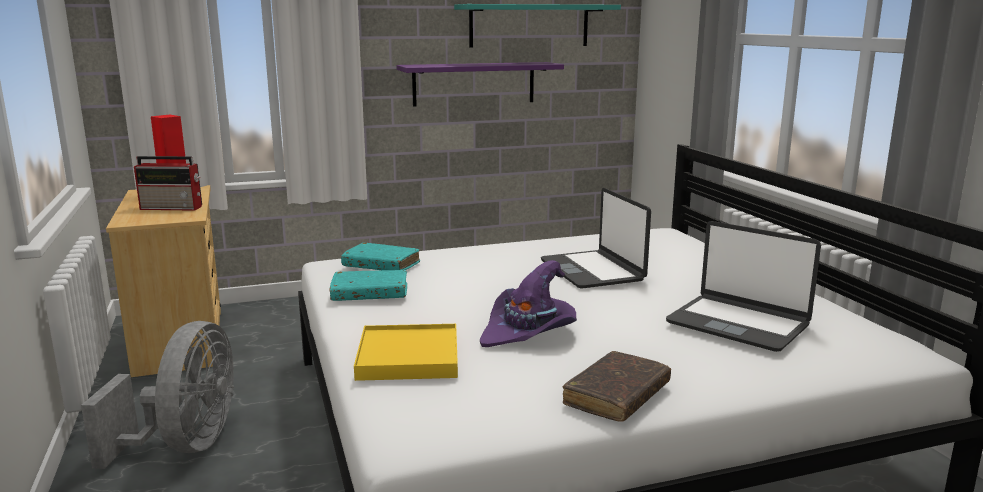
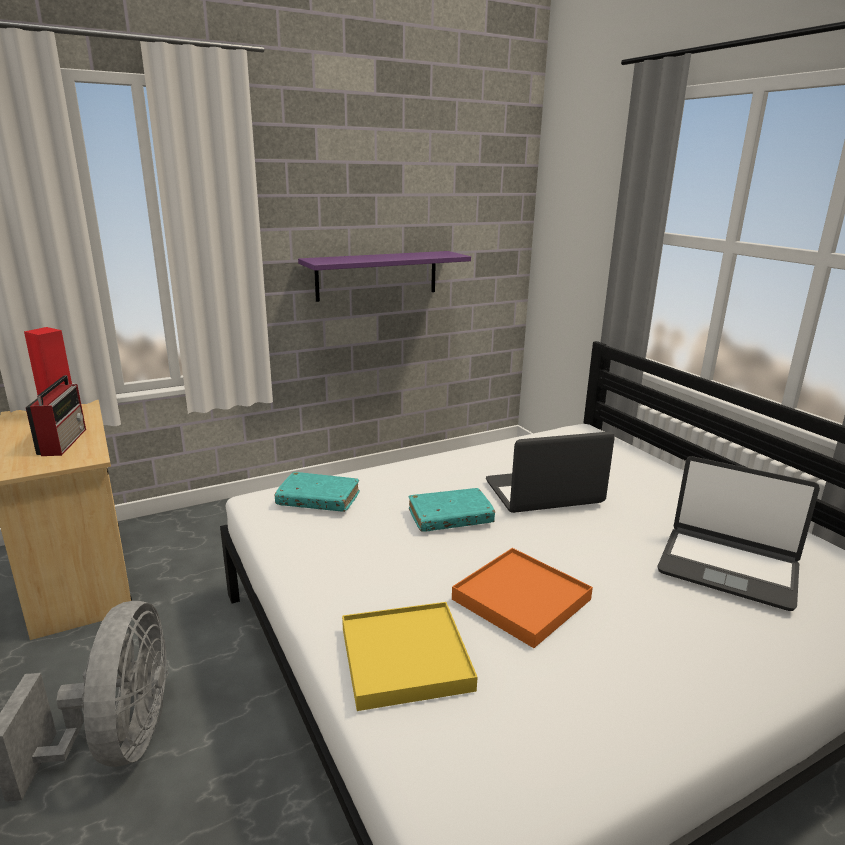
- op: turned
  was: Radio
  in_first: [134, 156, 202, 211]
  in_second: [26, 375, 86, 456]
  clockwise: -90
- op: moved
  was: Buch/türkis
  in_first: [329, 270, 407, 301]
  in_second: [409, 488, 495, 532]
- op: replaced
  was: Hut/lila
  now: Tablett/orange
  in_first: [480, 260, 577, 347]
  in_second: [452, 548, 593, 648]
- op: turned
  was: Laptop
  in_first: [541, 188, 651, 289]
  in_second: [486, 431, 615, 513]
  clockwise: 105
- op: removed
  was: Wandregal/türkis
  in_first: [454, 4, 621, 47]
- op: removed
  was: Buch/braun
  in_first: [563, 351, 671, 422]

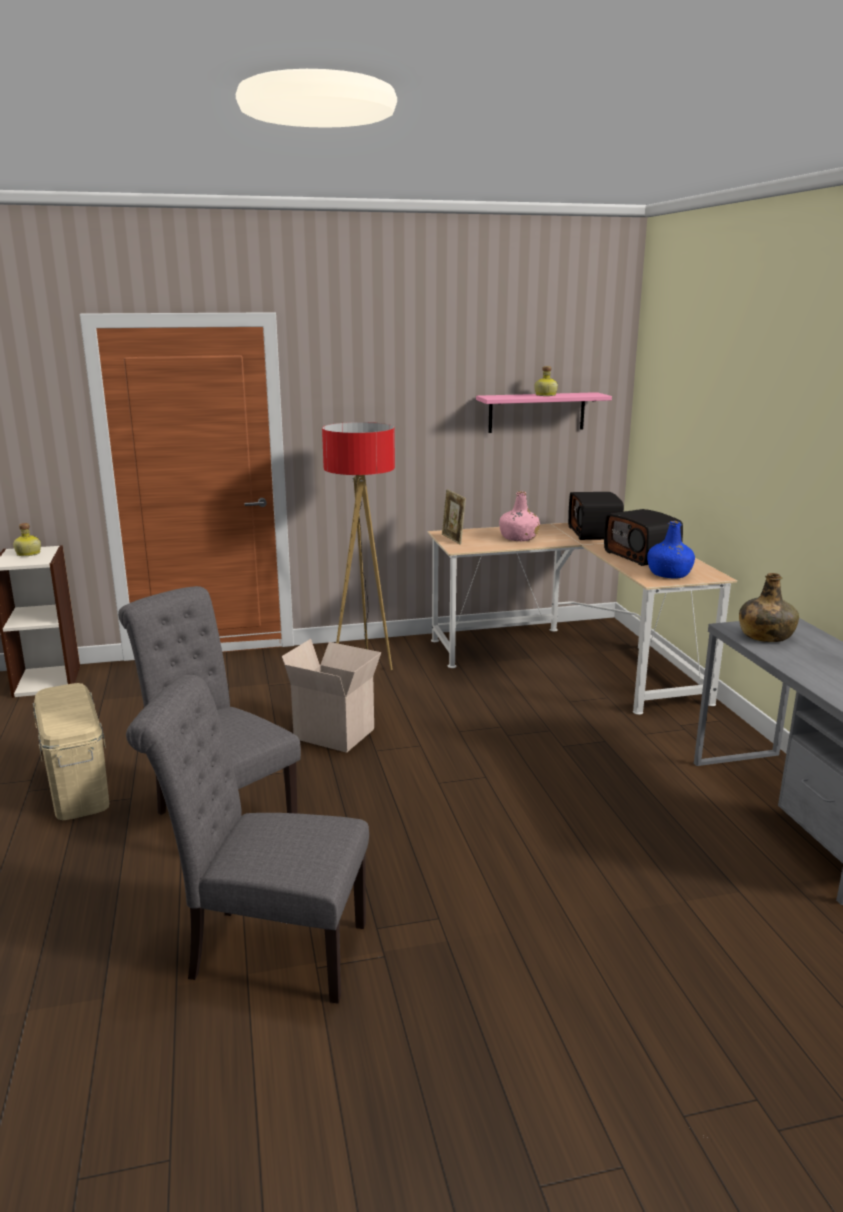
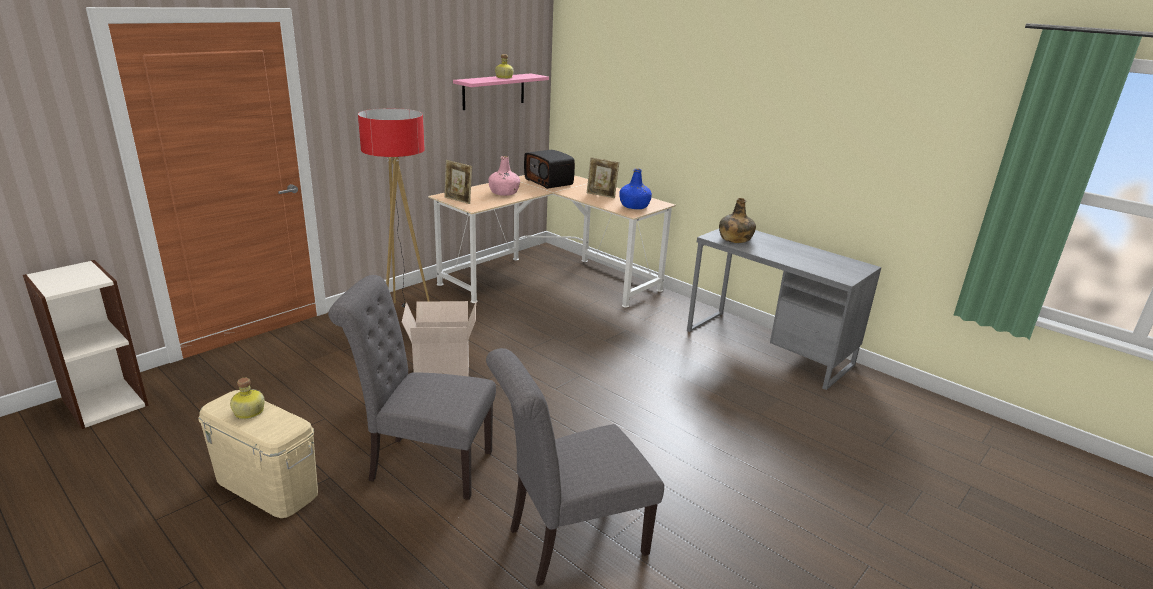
- op: moved
  was: Flasche
  in_first: [13, 523, 41, 556]
  in_second: [230, 378, 265, 419]
- op: replaced
  was: Radio
  now: Bilderrahmen
  in_first: [604, 509, 683, 566]
  in_second: [587, 157, 619, 198]

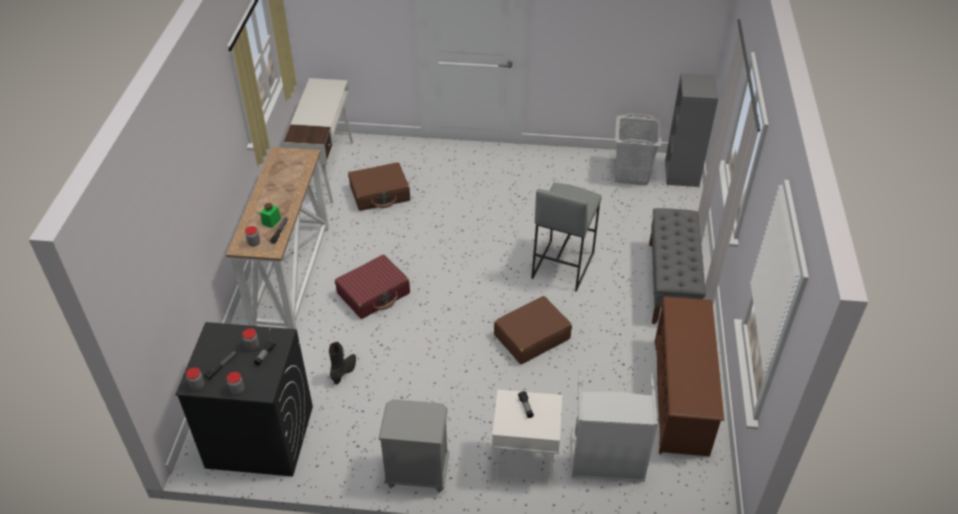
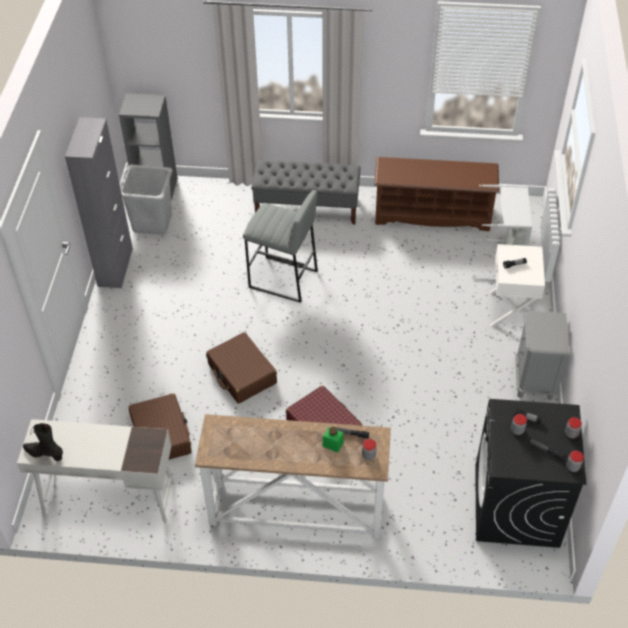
- op: moved
  was: Stiefel/schwarz
  in_first: [329, 342, 356, 384]
  in_second: [23, 423, 63, 461]
- op: added
  now: Schrank/grau
  in_second: [65, 117, 133, 288]
- op: moved
  was: Koffer/braun
  in_first: [494, 296, 572, 364]
  in_second: [206, 332, 277, 404]

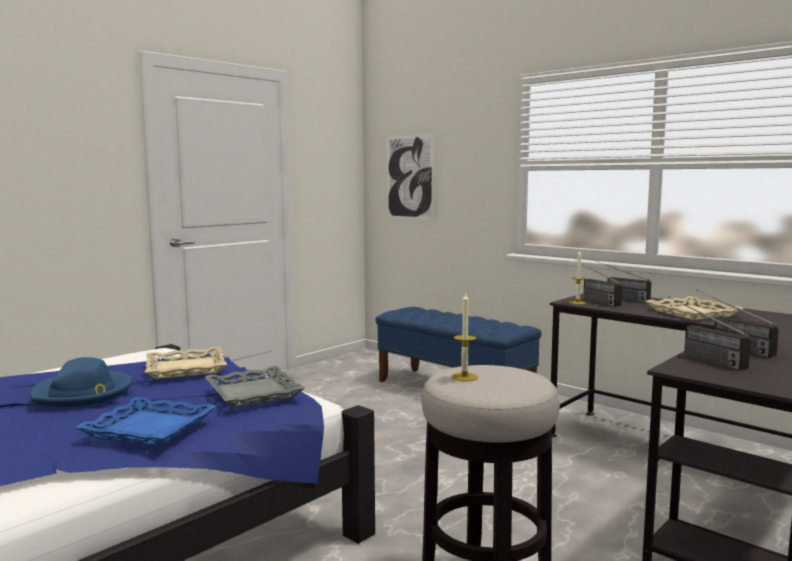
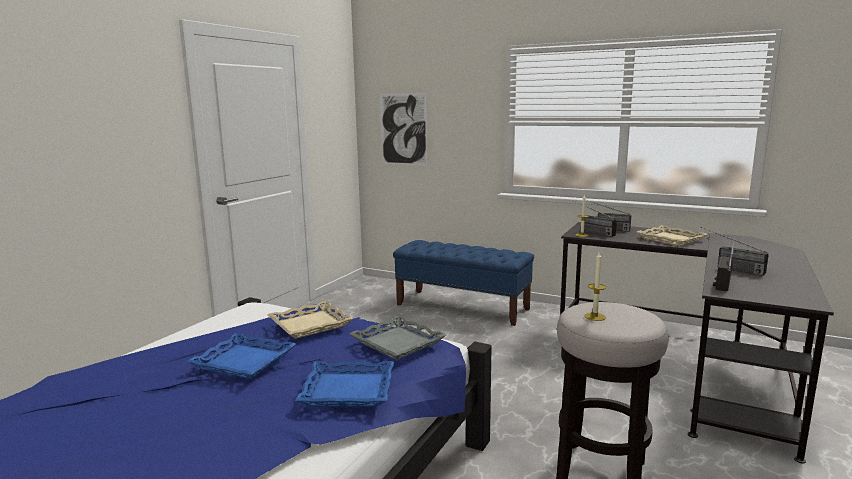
- op: replaced
  was: Hut/blau
  now: Tablett/blau
  in_first: [30, 357, 132, 407]
  in_second: [186, 333, 296, 379]
- op: turned
  was: Radio
  in_first: [668, 297, 751, 370]
  in_second: [713, 235, 735, 291]
  clockwise: 75

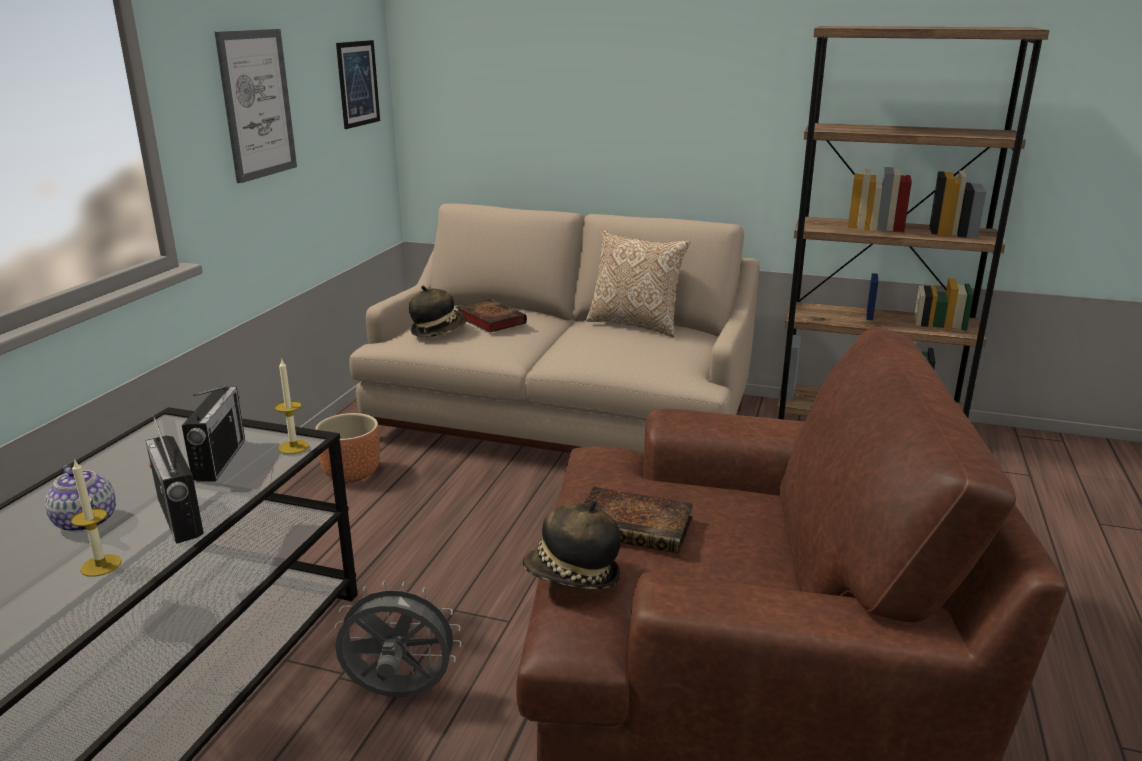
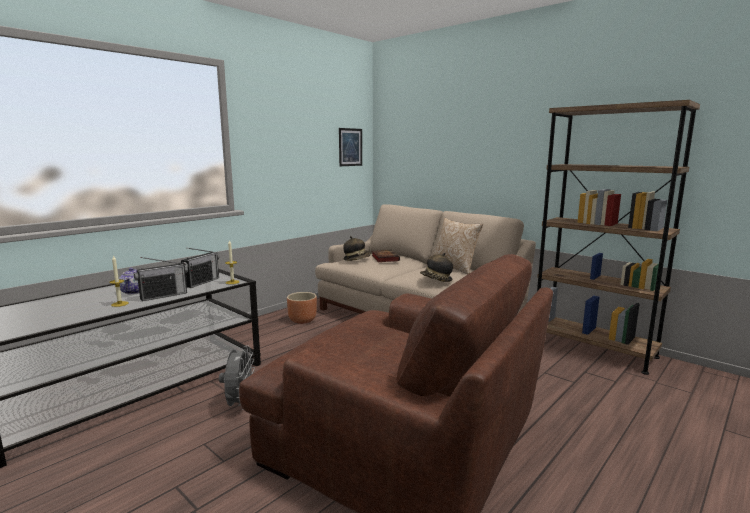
- op: turned
  was: Radio
  in_first: [146, 415, 204, 544]
  in_second: [134, 257, 188, 301]
  clockwise: -120
- op: turned
  was: Ventilator/grau
  in_first: [334, 581, 462, 697]
  in_second: [219, 345, 255, 410]
  clockwise: 60
- op: moved
  was: Hut
  in_first: [523, 500, 621, 589]
  in_second: [420, 252, 453, 282]
- op: removed
  was: Bild
  in_first: [215, 29, 297, 184]
- op: removed
  was: Buch
  in_first: [584, 487, 693, 554]

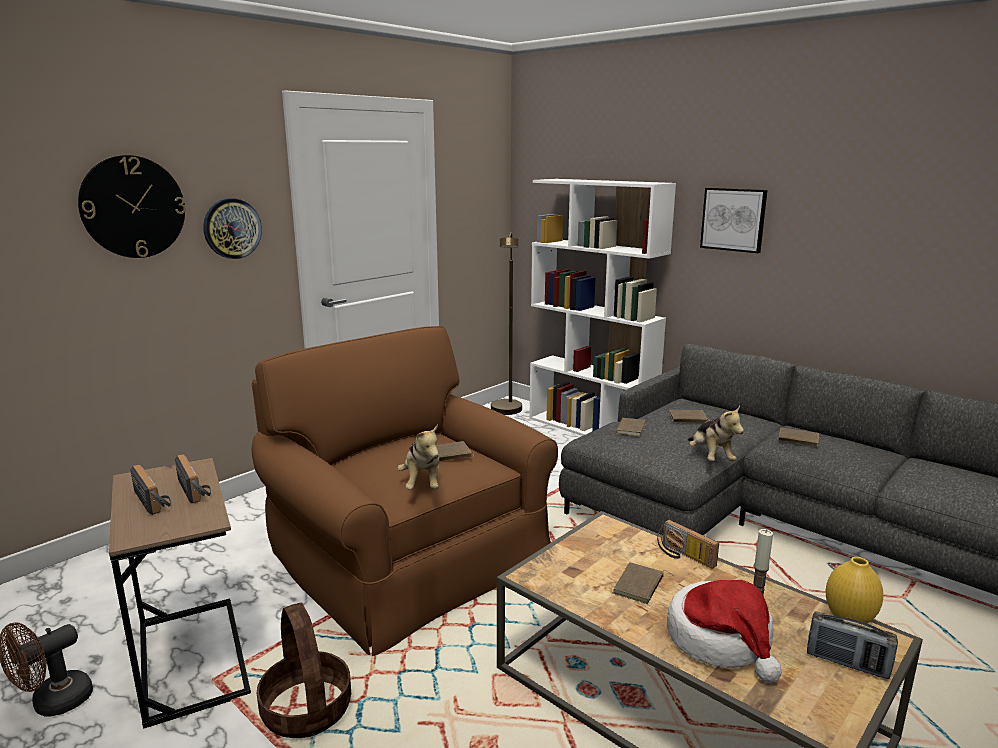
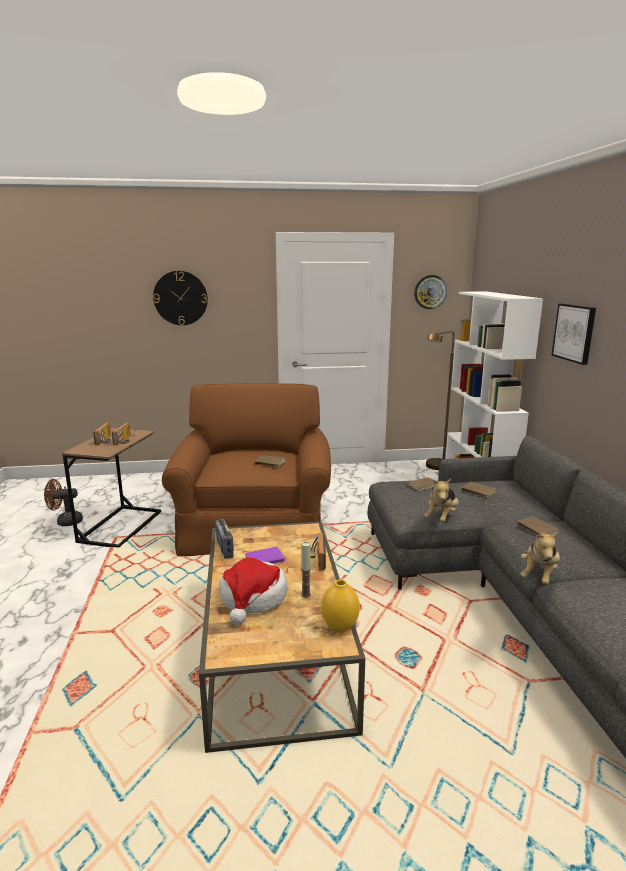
- op: moved
  was: Radio
  in_first: [807, 611, 898, 679]
  in_second: [215, 519, 234, 559]
- op: recoloured
  was: Buch/braun
  now: Buch/lila
  in_first: [612, 562, 675, 604]
  in_second: [245, 547, 287, 564]
- op: moved
  was: Wanduhr
  in_first: [203, 198, 262, 259]
  in_second: [414, 275, 447, 309]
- op: moved
  was: Plüschtier
  in_first: [397, 424, 439, 489]
  in_second: [521, 532, 560, 585]
- op: removed
  was: Korb
  in_first: [257, 602, 351, 738]

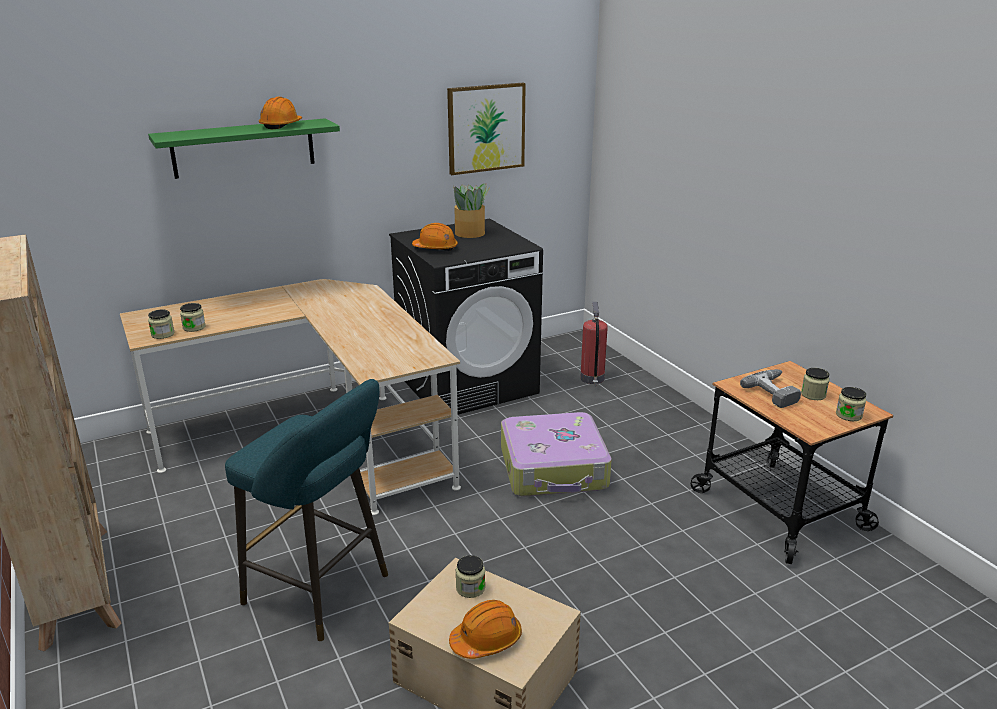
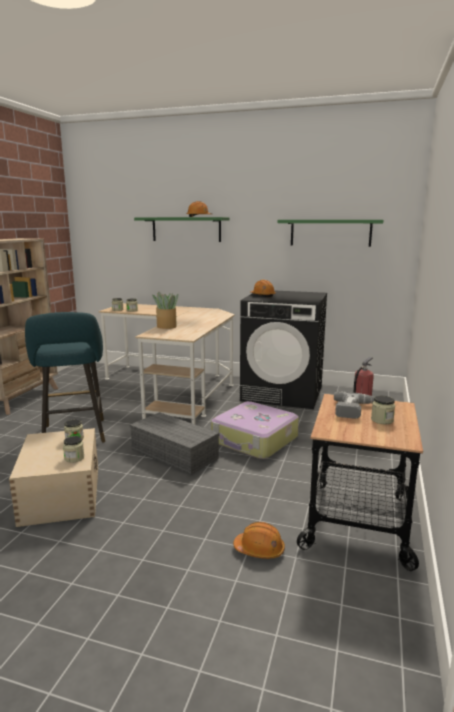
- op: moved
  was: Vorratsglas
  in_first: [836, 387, 866, 421]
  in_second: [63, 436, 84, 463]
- op: added
  now: Aufbewahrungsbox/grau
  in_second: [130, 412, 219, 475]
- op: moved
  was: Topfpflanze
  in_first: [453, 183, 490, 238]
  in_second: [152, 291, 179, 329]
- op: moved
  was: Schutzhelm/orange
  in_first: [449, 600, 522, 659]
  in_second: [233, 522, 285, 559]
- op: replaced
  was: Bild
  now: Wandregal/grün
  in_first: [447, 83, 526, 175]
  in_second: [277, 220, 383, 247]

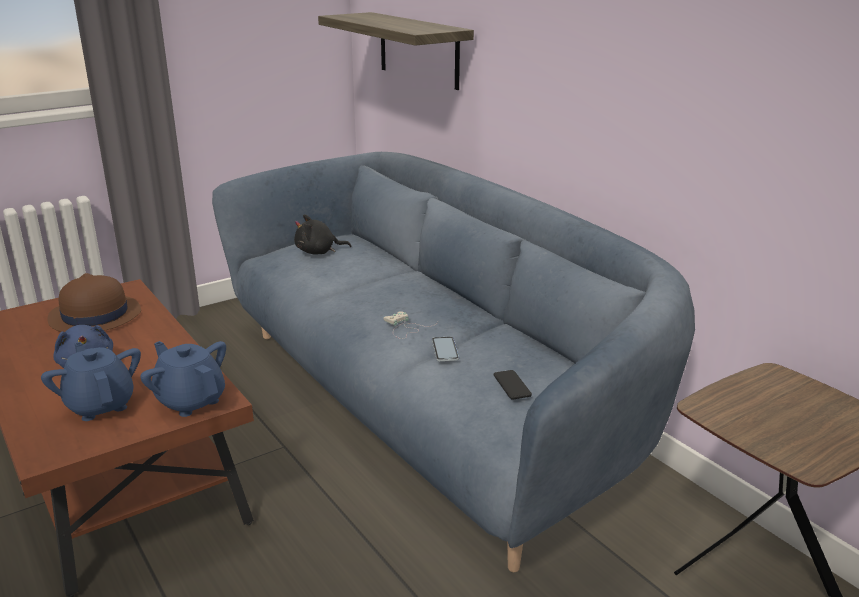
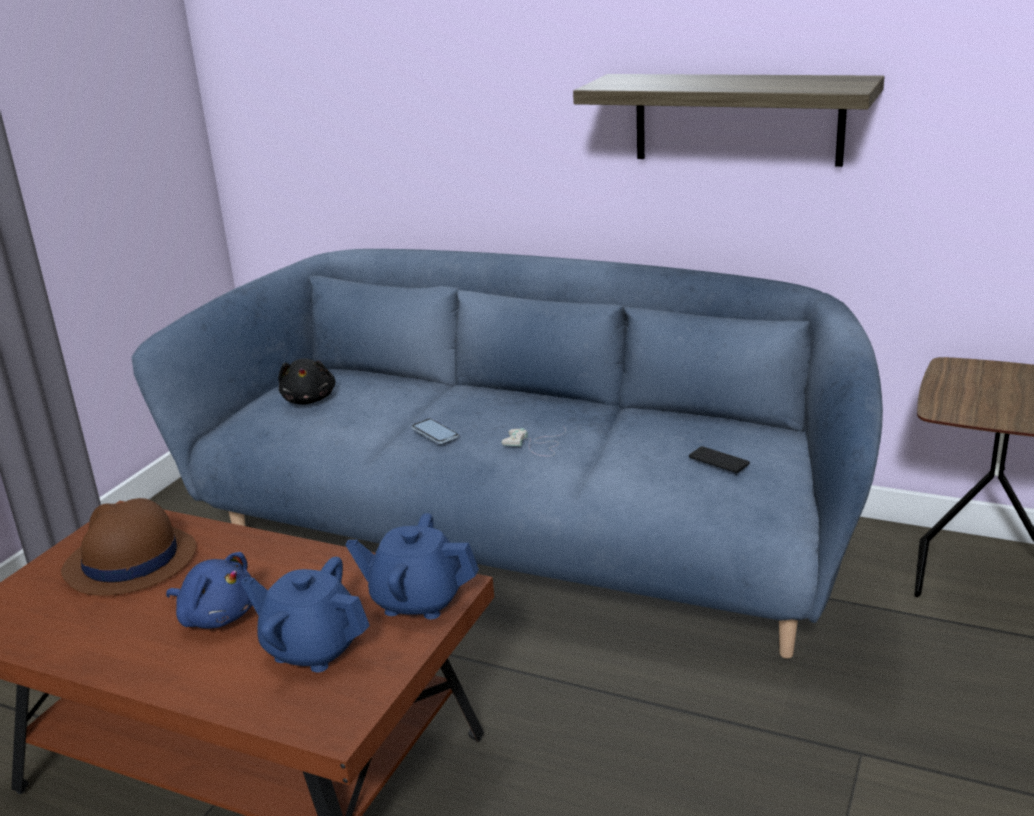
- op: turned
  was: Plüschtier/schwarz
  in_first: [294, 214, 351, 255]
  in_second: [278, 358, 335, 405]
  clockwise: -60
- op: moved
  was: Handy
  in_first: [432, 337, 459, 361]
  in_second: [411, 418, 459, 444]
- op: moved
  was: Wandregal
  in_first: [318, 12, 474, 90]
  in_second: [573, 74, 884, 167]

